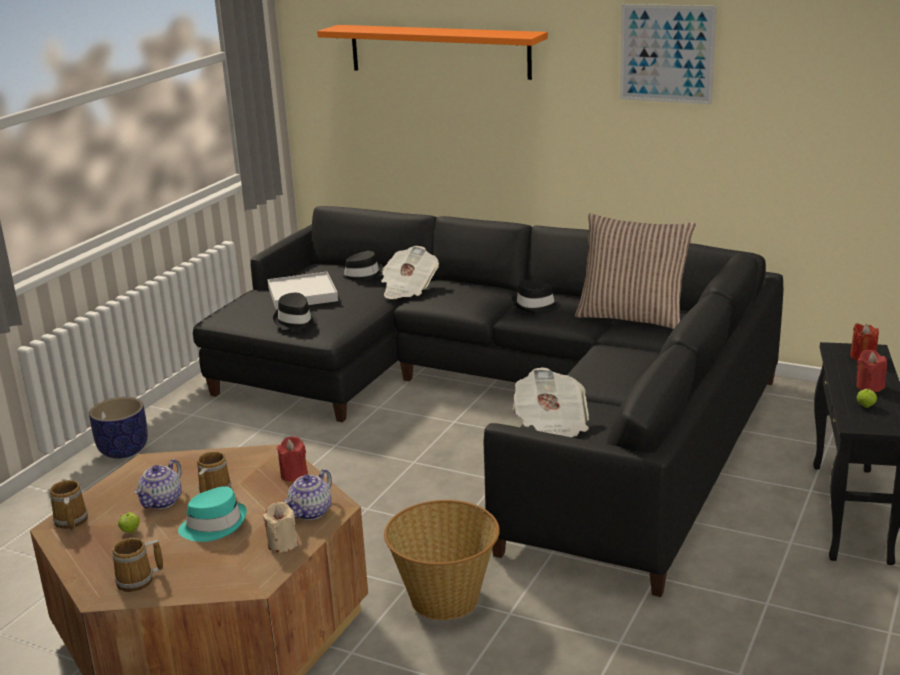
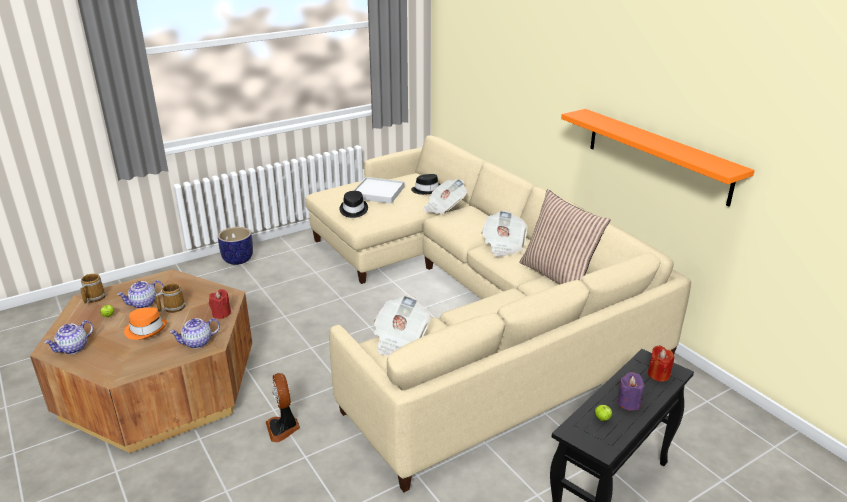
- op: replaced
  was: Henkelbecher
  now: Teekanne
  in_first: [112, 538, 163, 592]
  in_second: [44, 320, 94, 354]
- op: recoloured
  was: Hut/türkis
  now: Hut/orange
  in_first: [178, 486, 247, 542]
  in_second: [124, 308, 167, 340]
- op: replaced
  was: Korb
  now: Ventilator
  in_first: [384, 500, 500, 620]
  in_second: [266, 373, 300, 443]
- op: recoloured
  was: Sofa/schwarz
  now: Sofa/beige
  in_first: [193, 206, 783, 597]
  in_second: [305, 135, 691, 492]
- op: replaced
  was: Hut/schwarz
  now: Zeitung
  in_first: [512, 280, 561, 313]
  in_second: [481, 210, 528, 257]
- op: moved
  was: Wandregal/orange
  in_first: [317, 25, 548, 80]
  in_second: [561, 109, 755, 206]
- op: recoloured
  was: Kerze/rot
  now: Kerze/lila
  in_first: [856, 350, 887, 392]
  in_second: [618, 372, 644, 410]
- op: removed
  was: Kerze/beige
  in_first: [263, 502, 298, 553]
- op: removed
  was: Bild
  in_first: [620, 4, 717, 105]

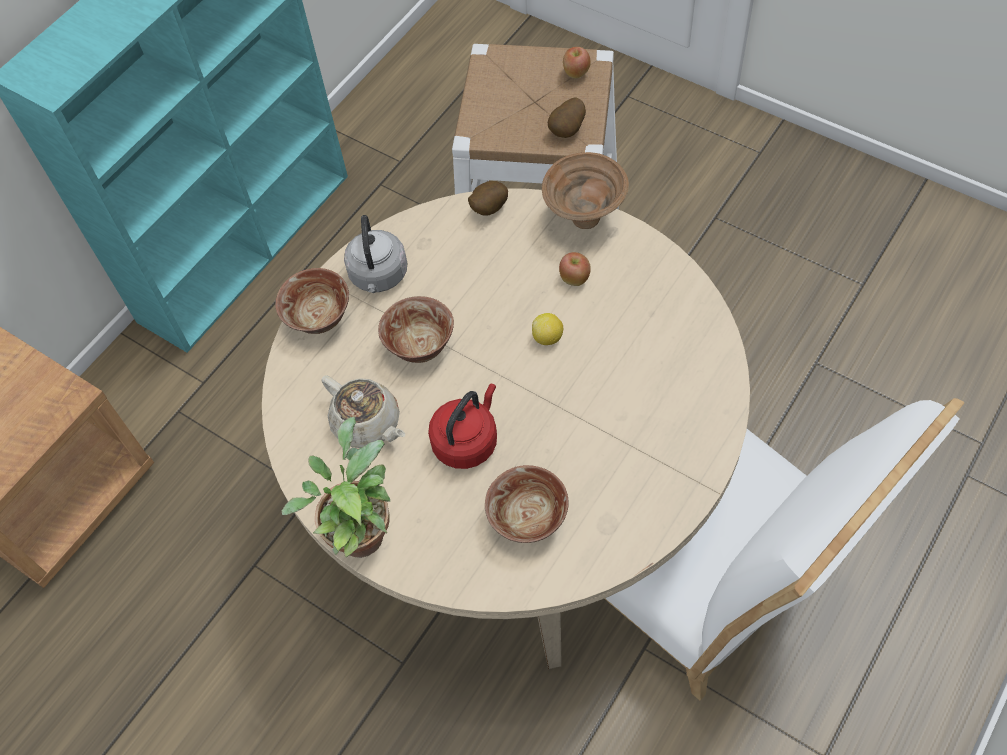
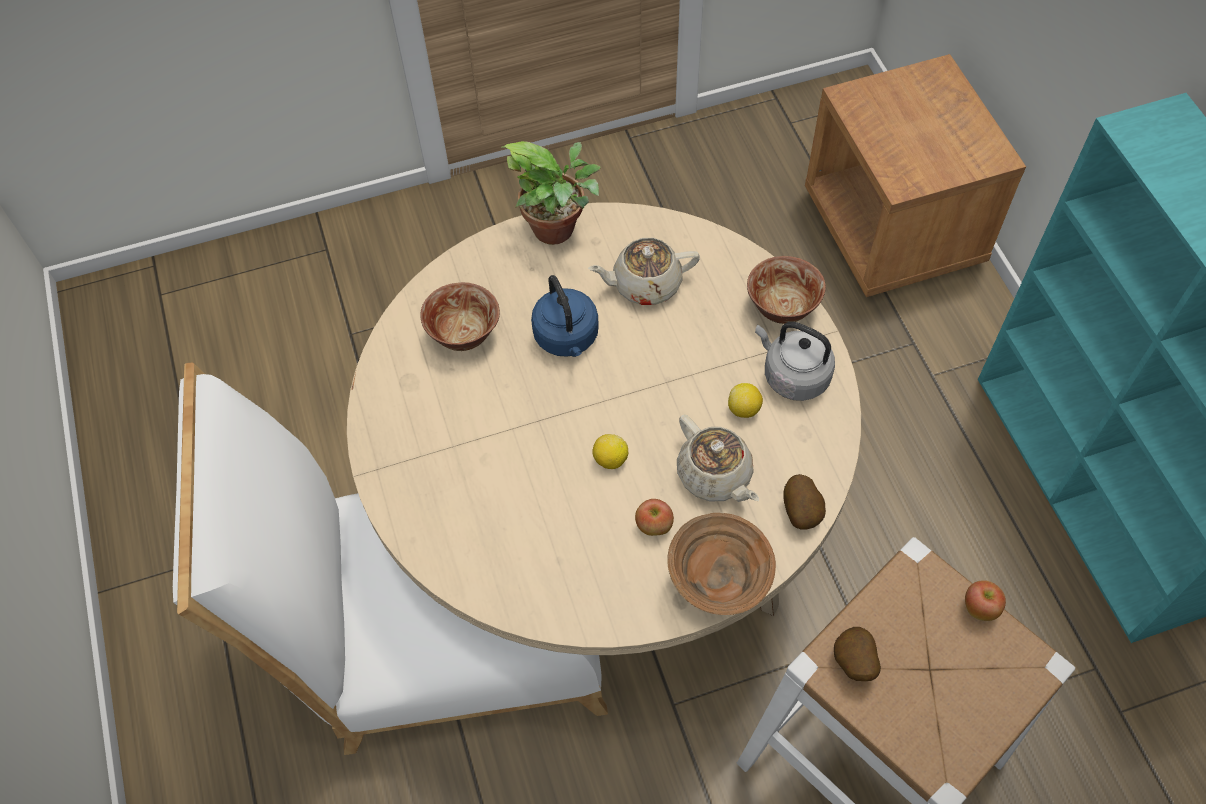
- op: recoloured
  was: Wasserkessel/rot
  now: Wasserkessel/blau
  in_first: [428, 384, 497, 469]
  in_second: [531, 275, 599, 357]
- op: added
  now: Teekanne/beige
  in_second: [677, 414, 759, 502]
- op: added
  now: Zitrone
  in_second: [728, 383, 763, 418]
- op: moved
  was: Apfel
  in_first: [563, 47, 591, 78]
  in_second: [965, 580, 1006, 621]
- op: removed
  was: Schüssel
  in_first: [378, 296, 454, 363]

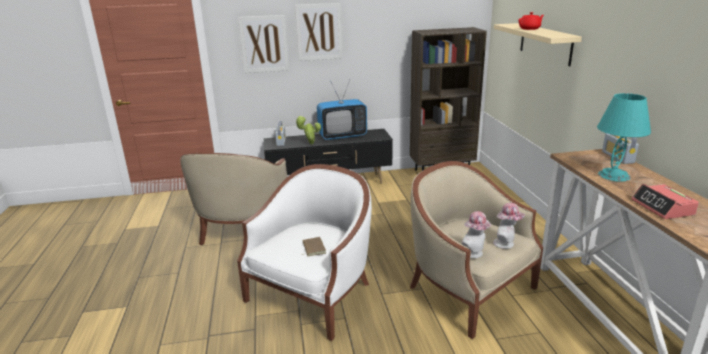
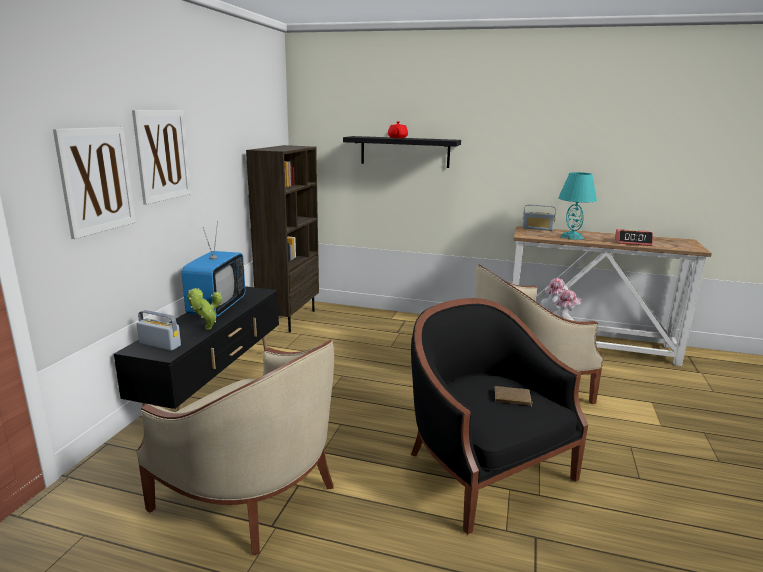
- op: recoloured
  was: Wandregal/beige
  now: Wandregal/schwarz
  in_first: [494, 23, 582, 66]
  in_second: [343, 136, 461, 168]
- op: recoloured
  was: Sessel/weiß
  now: Sessel/schwarz
  in_first: [237, 164, 372, 341]
  in_second: [411, 298, 588, 535]

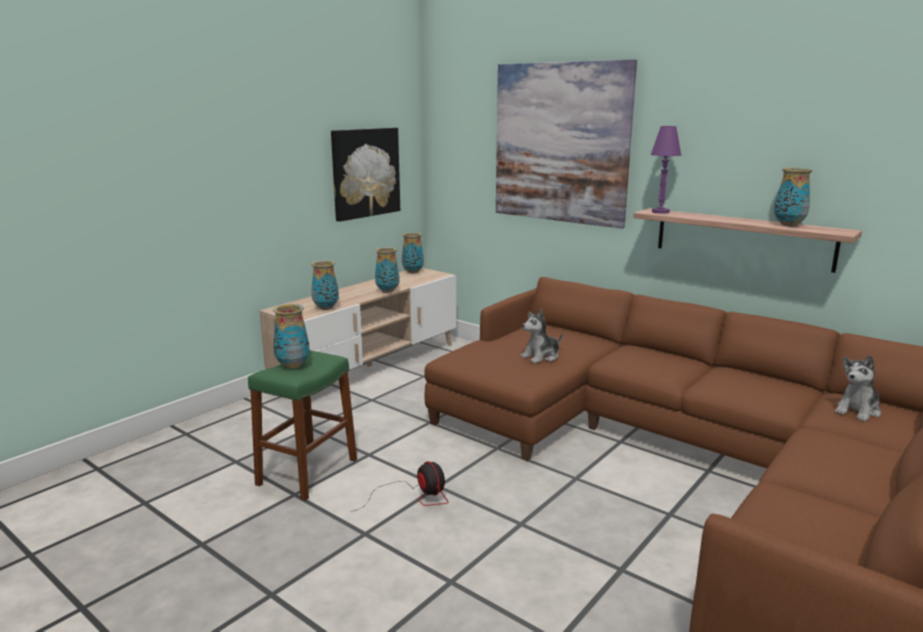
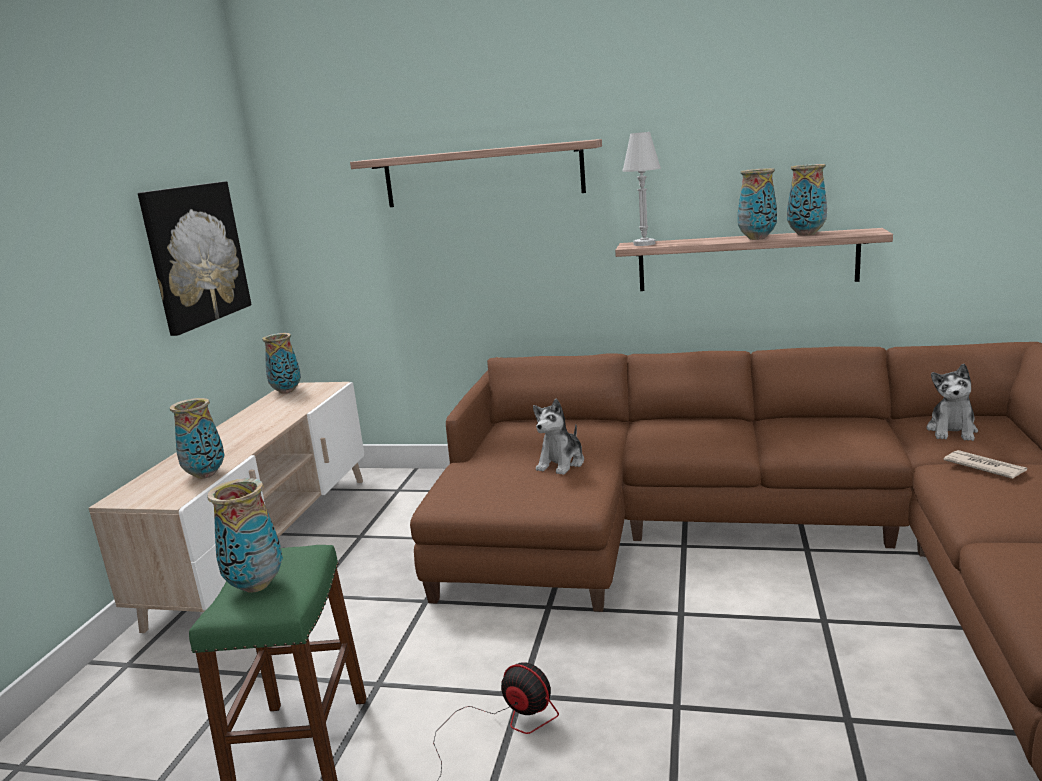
- op: replaced
  was: Bild
  now: Wandregal
  in_first: [496, 59, 637, 229]
  in_second: [350, 139, 602, 207]
- op: recoloured
  was: Tischlampe/lila
  now: Tischlampe/weiß
  in_first: [651, 126, 681, 214]
  in_second: [622, 132, 661, 246]
- op: moved
  was: Vase
  in_first: [375, 247, 399, 293]
  in_second: [738, 168, 777, 240]
- op: added
  now: Zeitung
  in_second: [943, 450, 1027, 479]

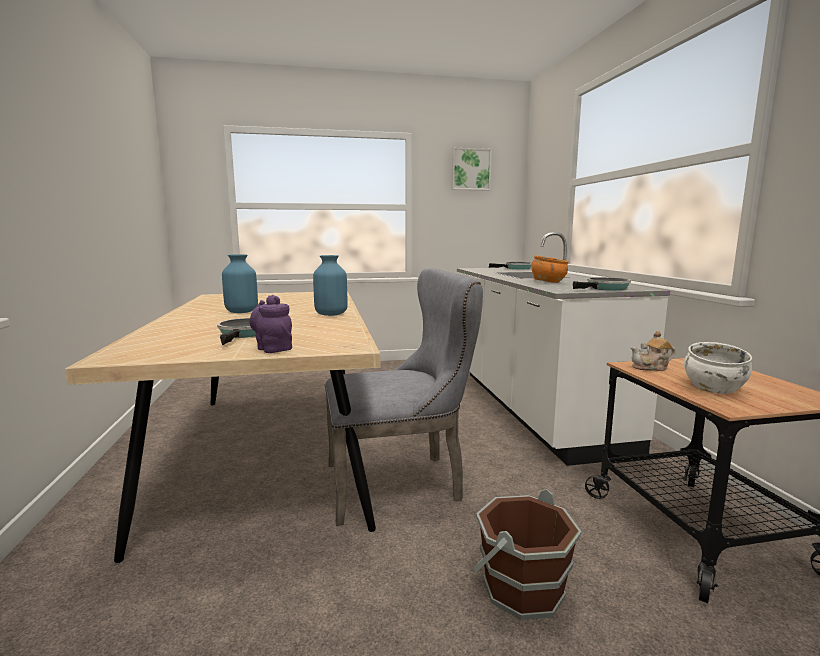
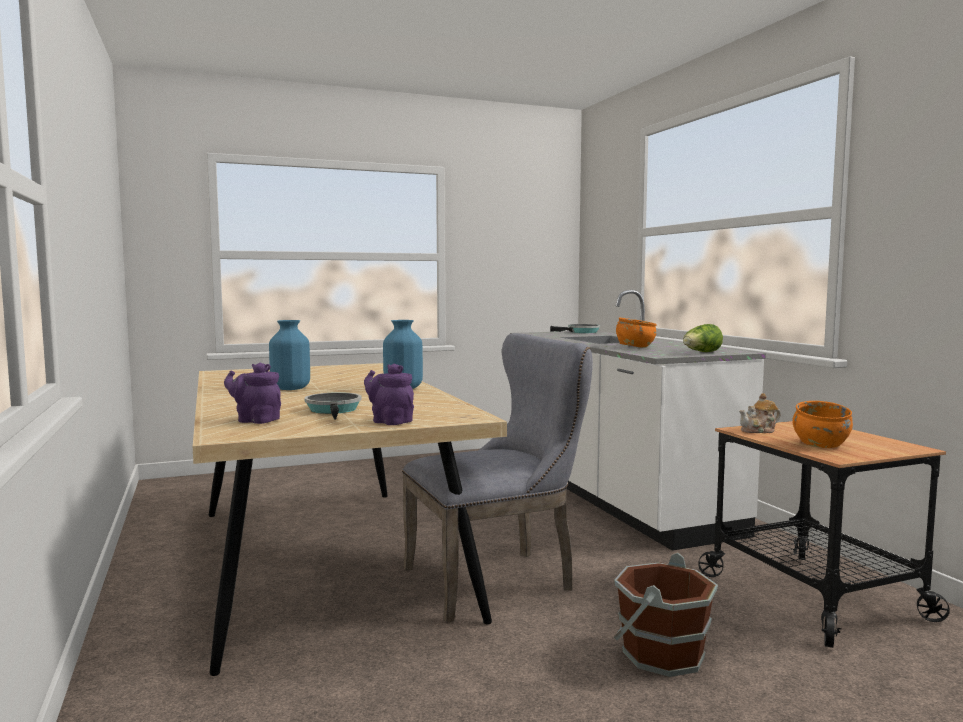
- op: added
  now: Teekanne/lila
  in_second: [224, 363, 281, 424]
- op: replaced
  was: Pfanne
  now: Salatkopf
  in_first: [573, 277, 631, 290]
  in_second: [683, 324, 723, 352]
- op: recoloured
  was: Schüssel/weiß
  now: Schüssel/orange
  in_first: [684, 342, 752, 394]
  in_second: [792, 401, 853, 448]
- op: removed
  was: Bild
  in_first: [452, 148, 492, 190]

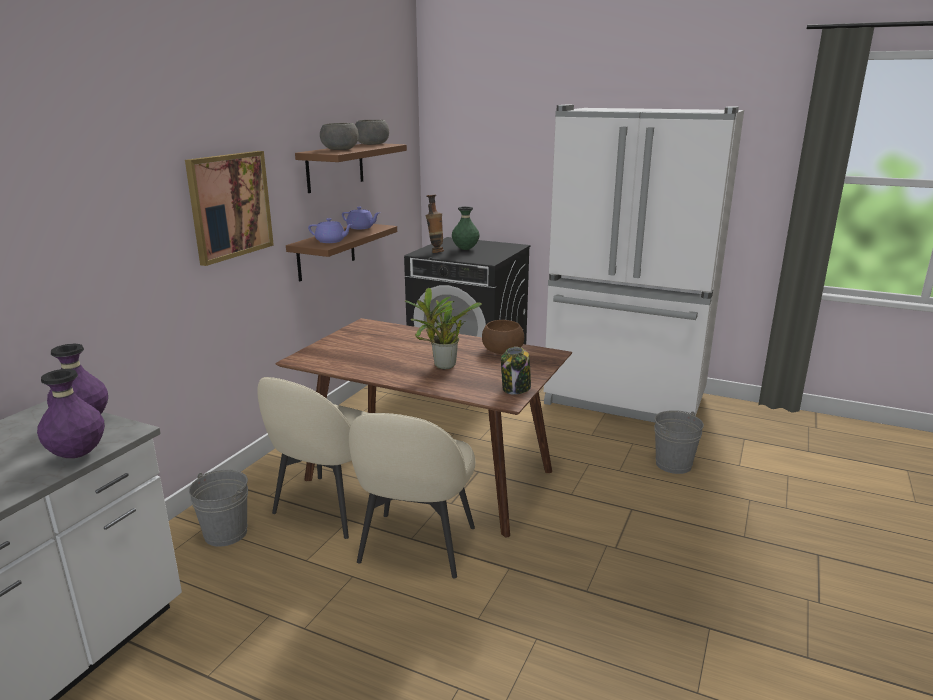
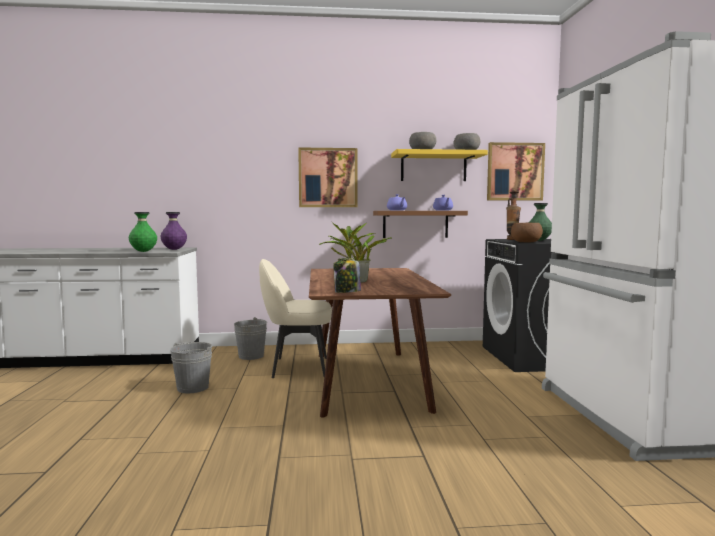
- op: recoloured
  was: Vase/lila
  now: Vase/grün
  in_first: [37, 369, 105, 458]
  in_second: [129, 212, 157, 252]
- op: moved
  was: Eimer/grau
  in_first: [654, 410, 704, 474]
  in_second: [170, 342, 212, 393]
- op: recoloured
  was: Wandregal/braun
  now: Wandregal/gelb
  in_first: [295, 143, 407, 193]
  in_second: [391, 149, 488, 181]
- op: added
  now: Bild
  in_second: [487, 142, 545, 201]
- op: moved
  was: Schüssel/braun
  in_first: [482, 320, 524, 354]
  in_second: [511, 223, 543, 242]
- op: removed
  was: Stuhl/beige
  in_first: [349, 413, 475, 578]

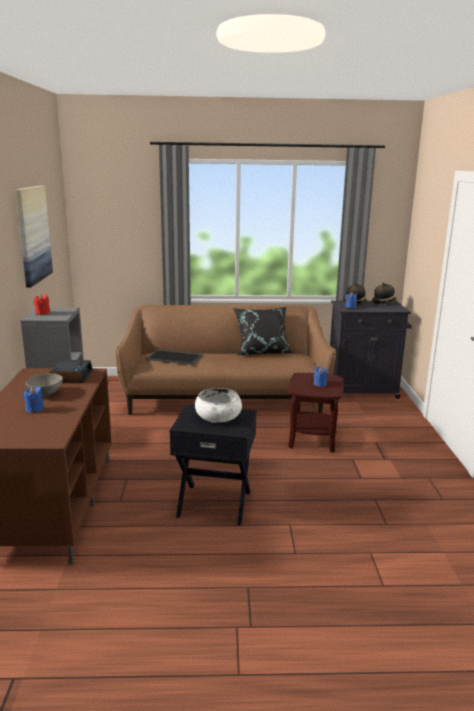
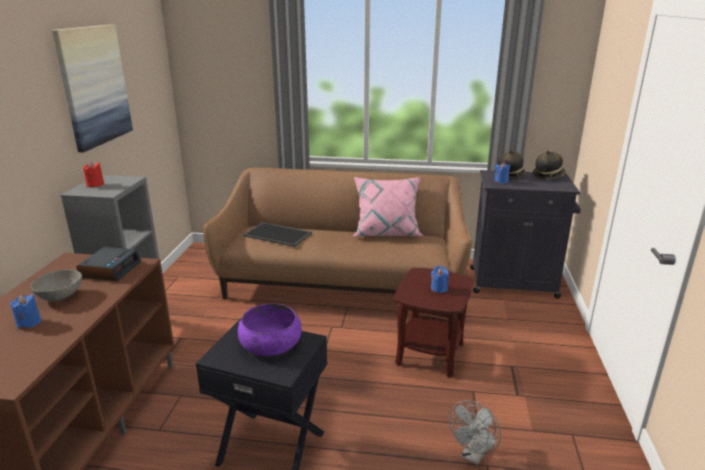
- op: recoloured
  was: Schüssel/weiß
  now: Schüssel/lila
  in_first: [195, 388, 242, 423]
  in_second: [238, 304, 302, 356]
- op: recoloured
  was: Kissen/schwarz
  now: Kissen/rosa
  in_first: [233, 307, 294, 355]
  in_second: [353, 177, 424, 236]
- op: added
  now: Ventilator/grau
  in_second: [449, 400, 501, 465]

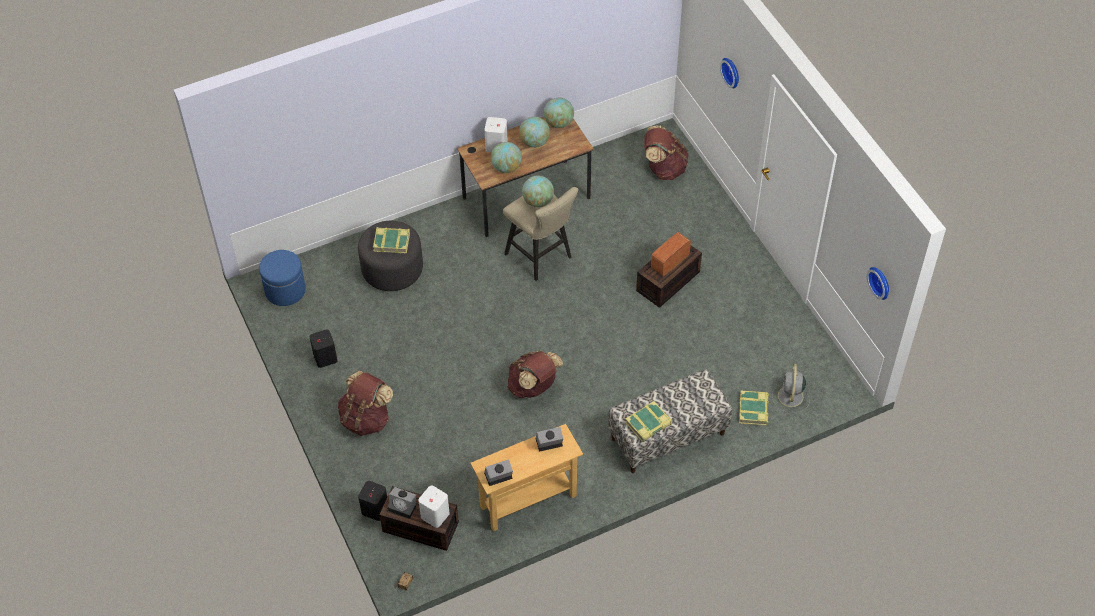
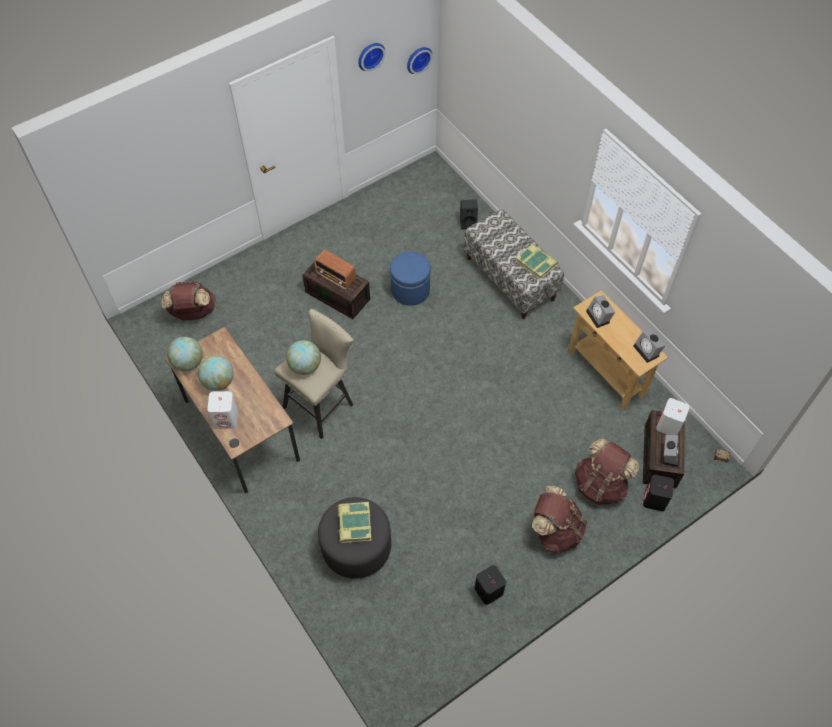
- op: moved
  was: Wanduhr
  in_first: [720, 58, 739, 88]
  in_second: [358, 43, 385, 71]
- op: moved
  was: Polsterhocker/blau
  in_first: [259, 250, 306, 306]
  in_second: [390, 252, 431, 306]
- op: replaced
  was: Buch
  now: Lautsprecher/schwarz
  in_first: [739, 391, 769, 426]
  in_second: [460, 200, 478, 230]
- op: moved
  was: Rucksack/braun
  in_first: [508, 351, 564, 398]
  in_second: [575, 438, 639, 505]
- op: removed
  was: Globus
  in_first: [491, 142, 522, 173]
- op: removed
  was: Ventilator/grau
  in_first: [772, 364, 810, 413]

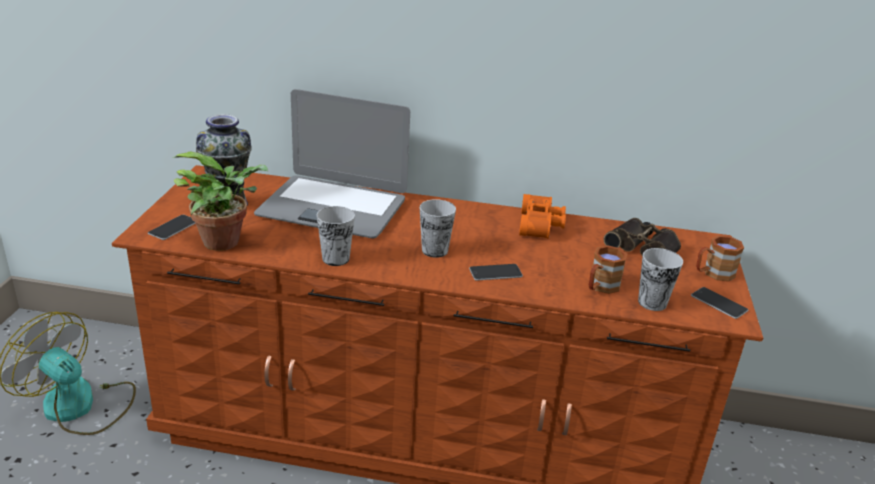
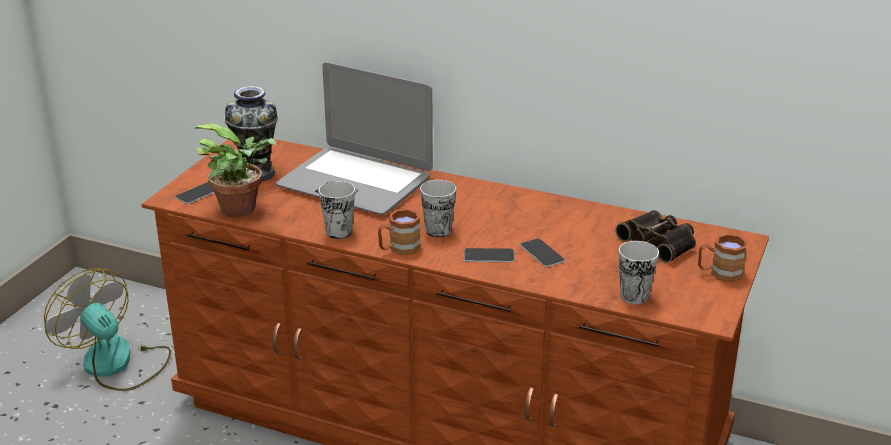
- op: moved
  was: Henkelbecher/braun
  in_first: [589, 245, 627, 294]
  in_second: [378, 209, 421, 255]
- op: moved
  was: Handy
  in_first: [691, 287, 748, 319]
  in_second: [520, 238, 565, 267]
- op: removed
  was: Fernglas/orange
  in_first: [519, 194, 566, 239]

